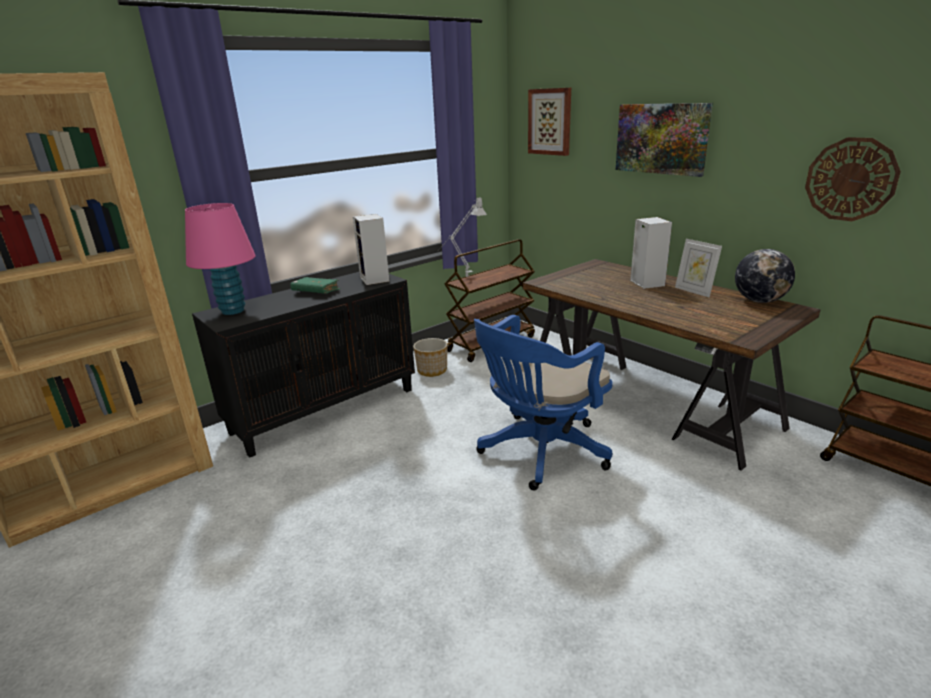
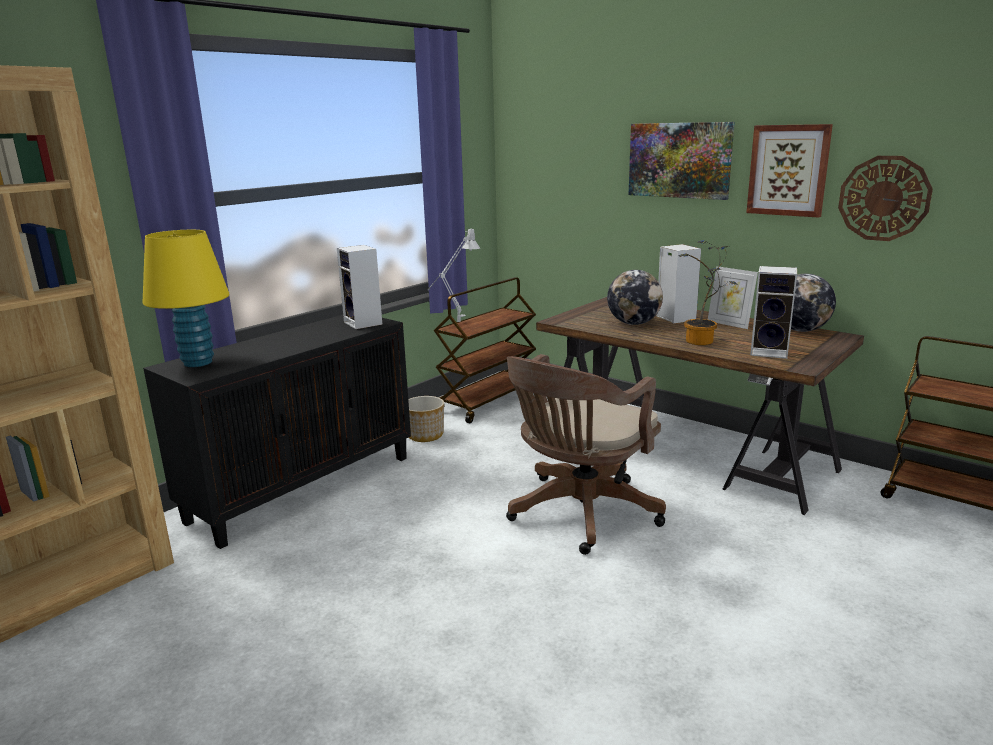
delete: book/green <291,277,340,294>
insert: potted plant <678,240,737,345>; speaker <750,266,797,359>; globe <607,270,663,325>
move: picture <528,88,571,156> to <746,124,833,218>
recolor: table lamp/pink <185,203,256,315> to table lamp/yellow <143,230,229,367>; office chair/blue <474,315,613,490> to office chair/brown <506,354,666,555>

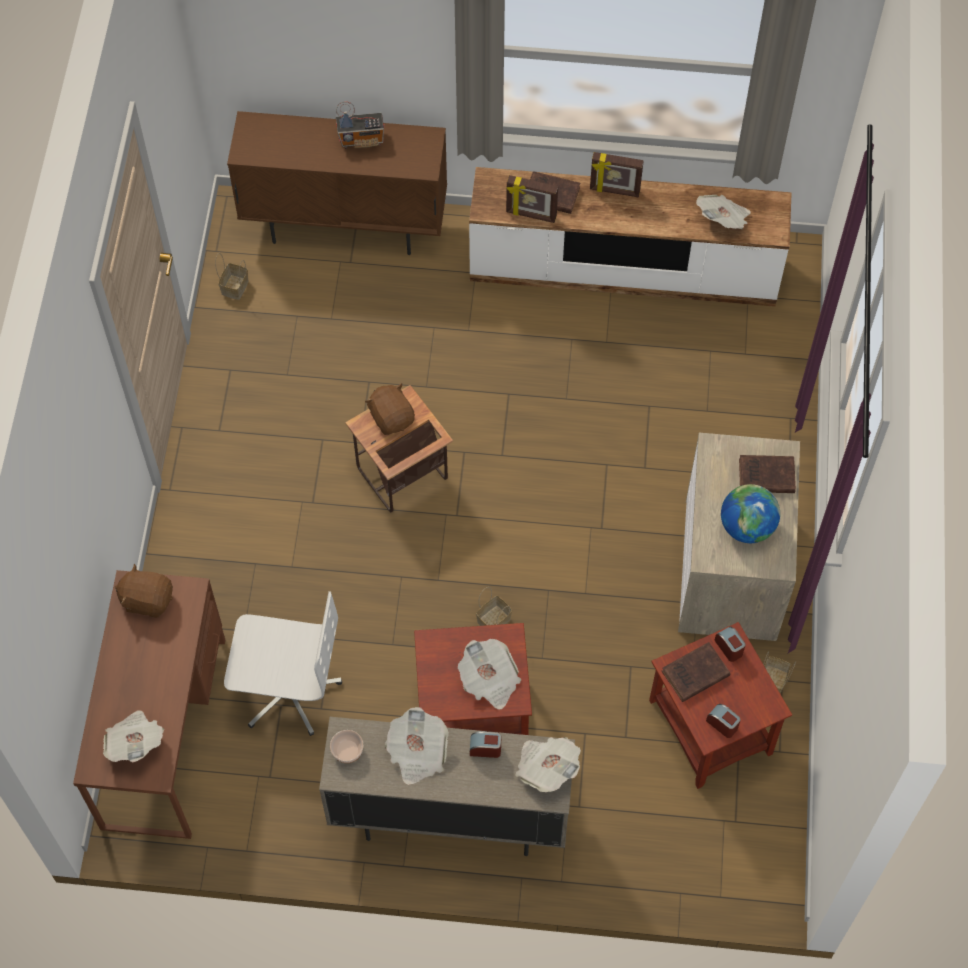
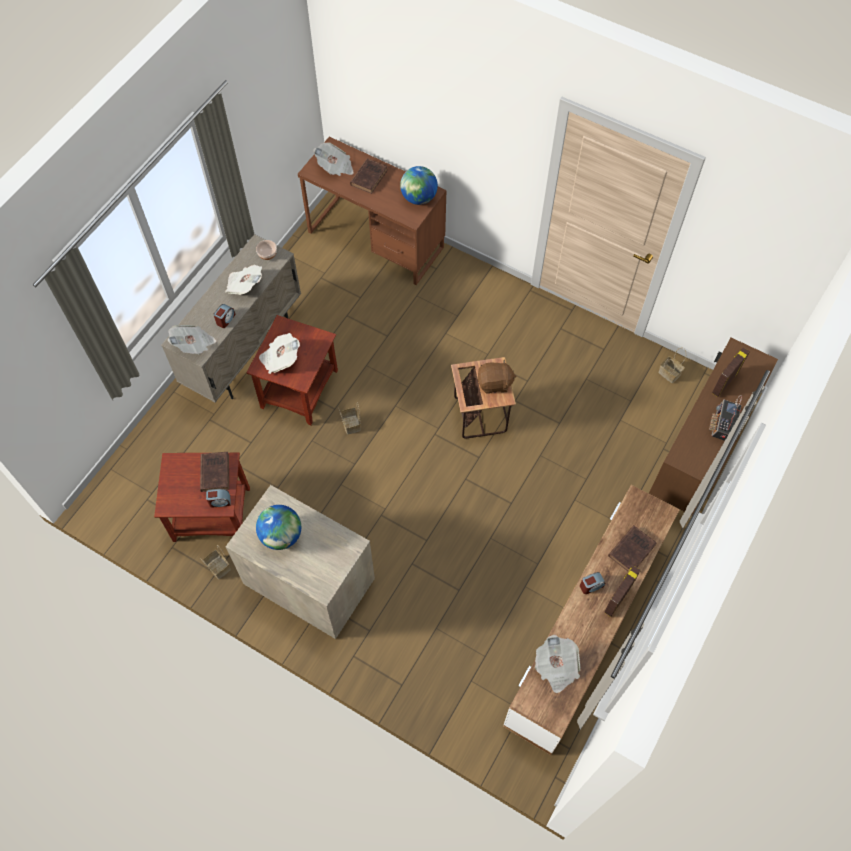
delete: office chair/white <224,591,342,736>
move: picture frame <506,175,558,223> to <712,348,750,397>; book/brown <739,455,796,493> to <350,158,388,194>; alarm clock <706,704,741,738> to <580,572,605,594>
replace: plush toy/brown <115,564,173,618> to globe <400,166,438,205>

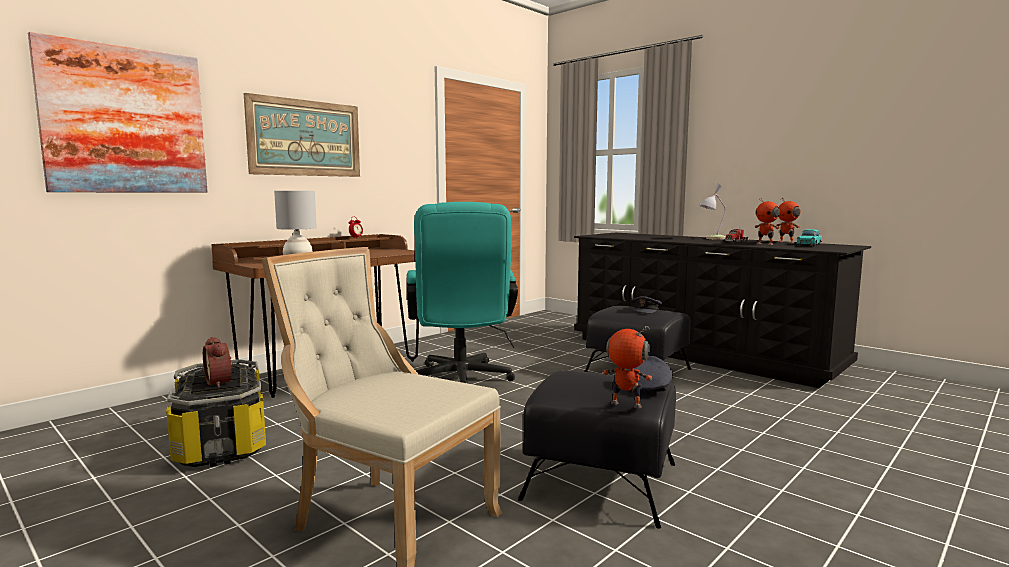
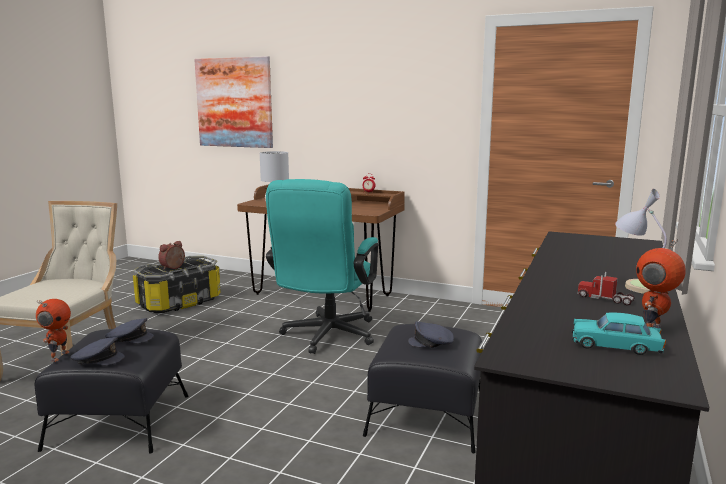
delete: picture <244,93,360,177>; toy robot <754,198,780,245>
insert: cap/grey <105,318,154,343>
rotate: office chair/turquoise <407,202,518,384> = <266,179,378,354> 45 degrees counterclockwise

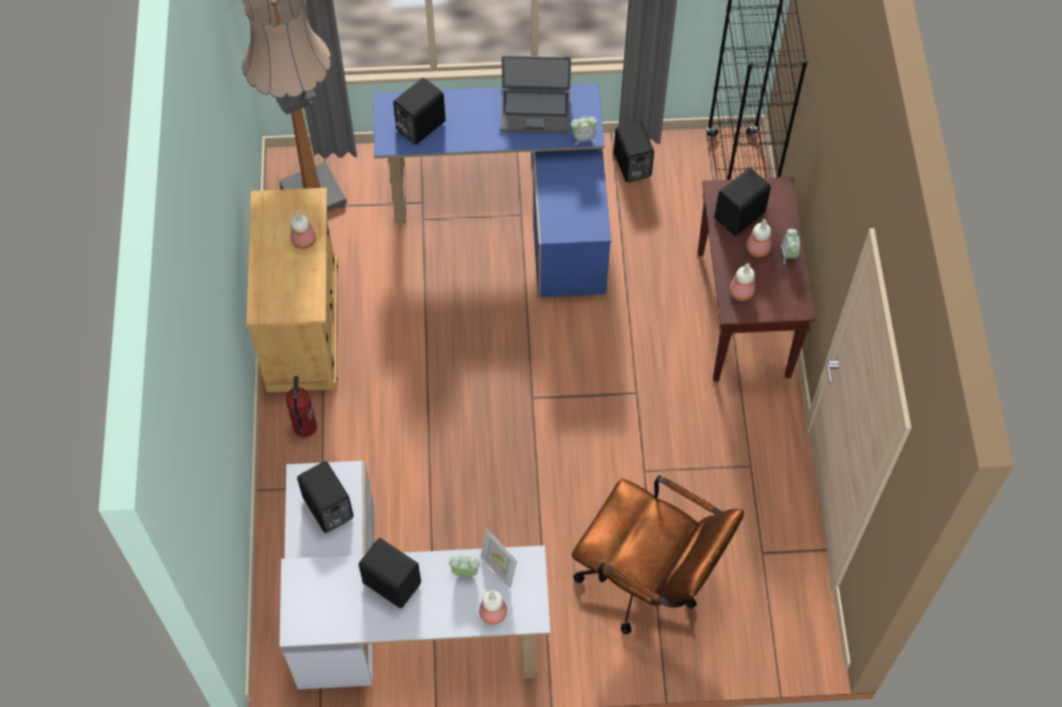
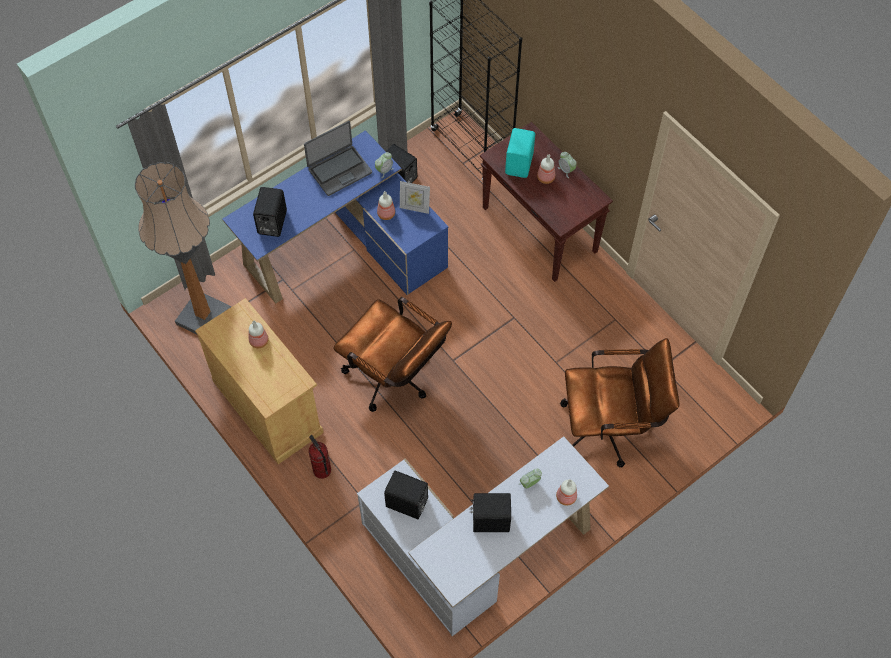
insert: office chair/brown <334,297,452,412>
move: bottle <730,263,755,301> to <377,191,395,220>; picture frame <481,529,517,588> to <400,181,430,214>
recolor: speaker/black <715,168,771,236> to speaker/turquoise <505,128,535,178>

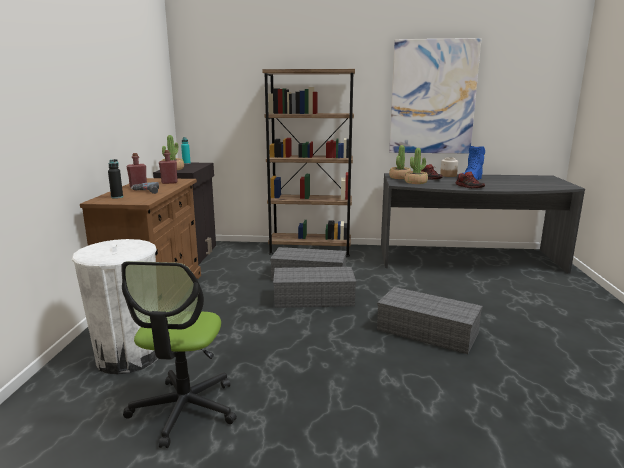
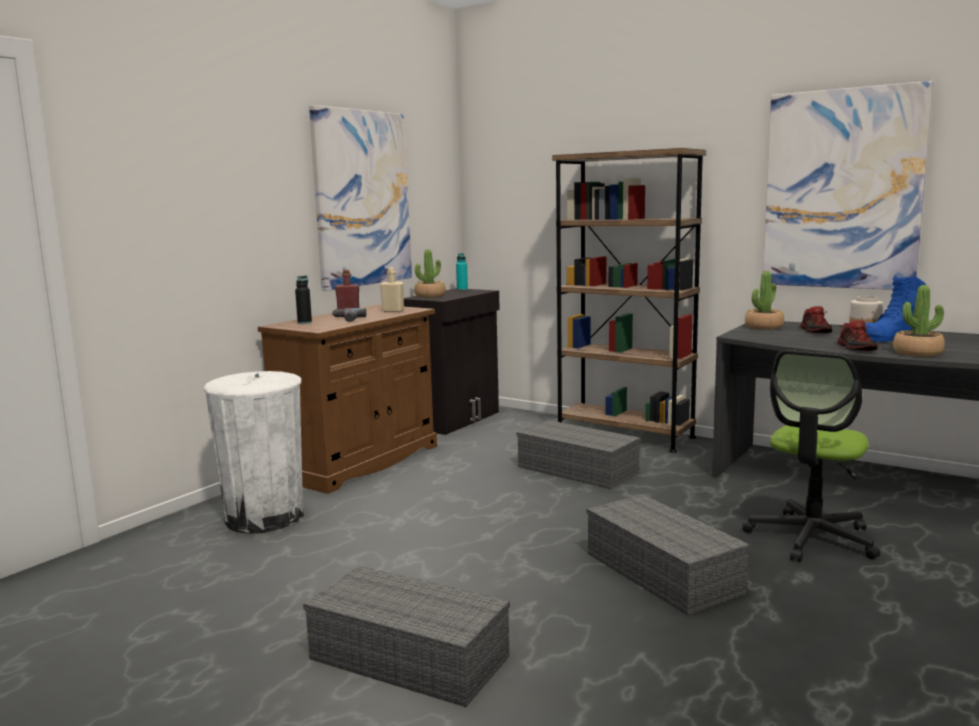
insert: picture <309,105,412,291>
move: potted plant <404,148,428,184> to <893,285,945,357>; office chair <121,261,237,448> to <742,350,880,562>; storage box/grey <273,267,356,308> to <303,566,510,707>
recolor: bottle/red <159,150,178,184> to bottle/beige <380,268,404,312>

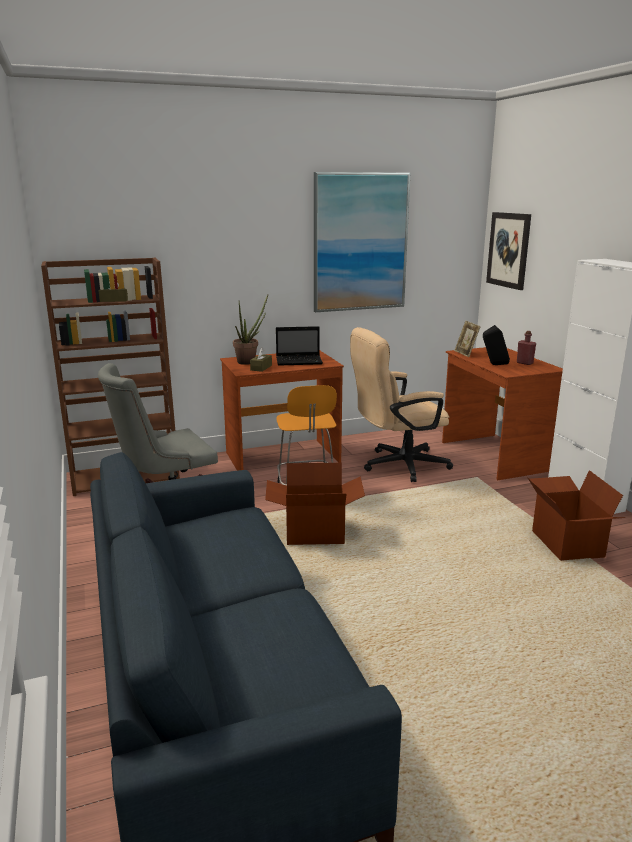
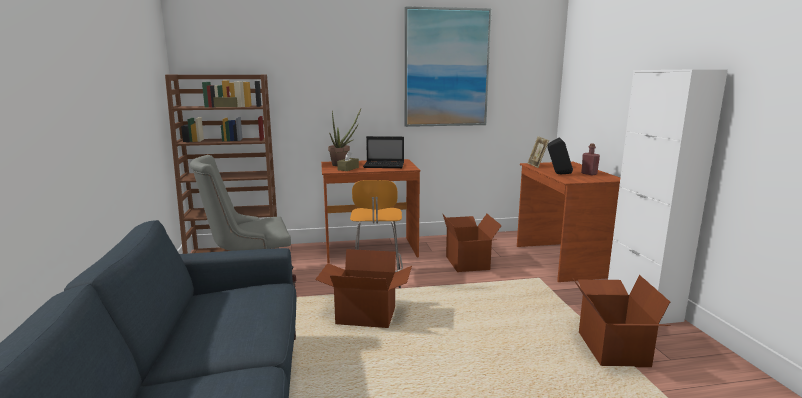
delete: picture <486,212,531,290>
replace: office chair/beige <350,327,453,482> to cardboard box <443,214,502,272>

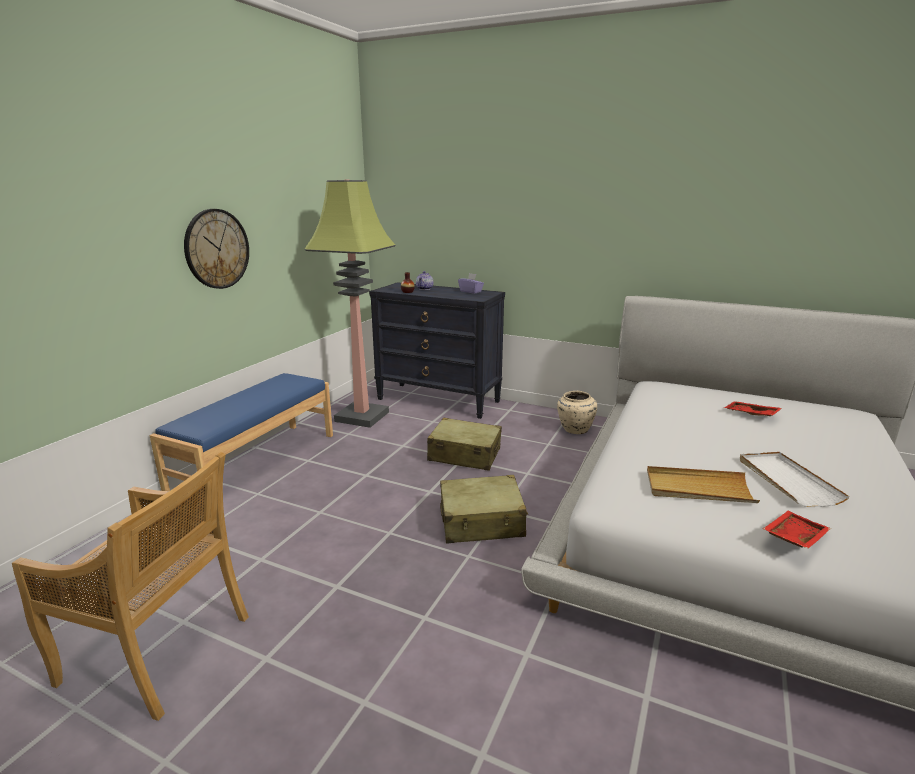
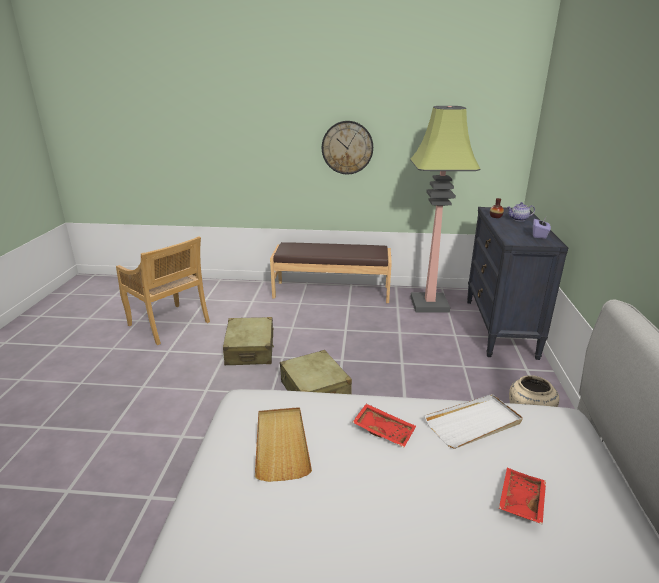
move: suitcase/beige <427,417,502,471> to <223,317,274,365>; tray/white <740,452,850,507> to <424,394,523,449>; tray/red <763,511,831,549> to <352,403,416,447>
recolor: bench/blue <149,373,333,491> to bench/brown <270,242,392,303>
rotate: chair/beige <12,452,249,721> = <116,236,210,345> 45 degrees counterclockwise

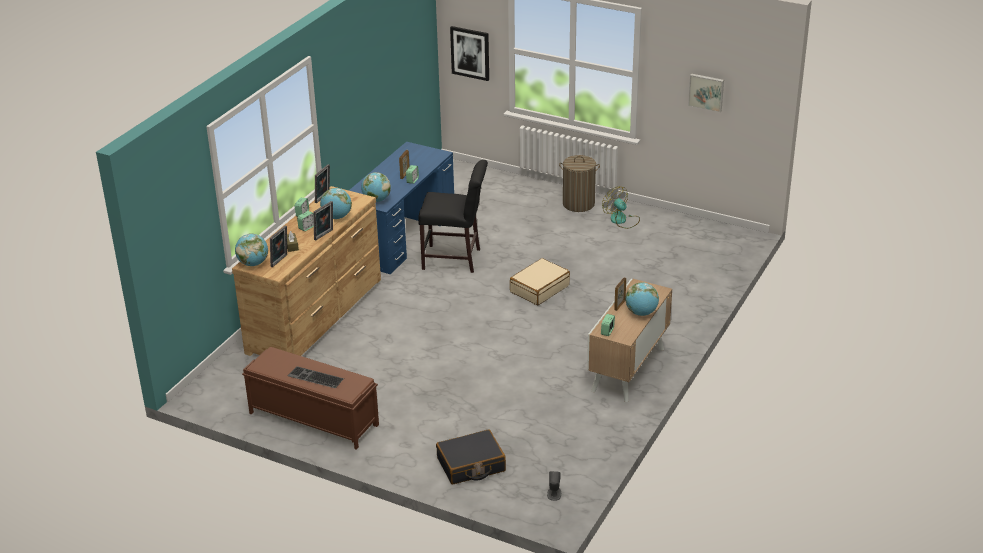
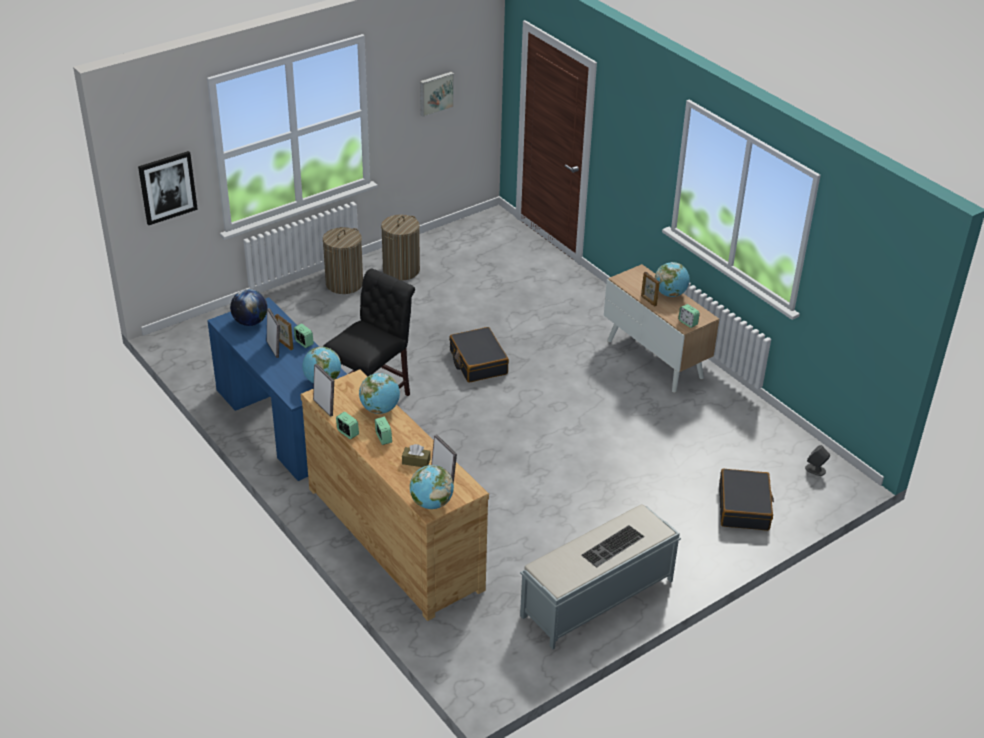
insert: globe <230,289,268,326>
move: picture frame <313,201,333,241> to <267,308,280,358>
replace: fan <602,186,640,229> to laundry basket <381,215,420,281>
recolor: suitcase/beige <510,258,570,305> to suitcase/black <449,327,509,383>; bench/brown <242,347,379,450> to bench/grey <520,504,681,649>

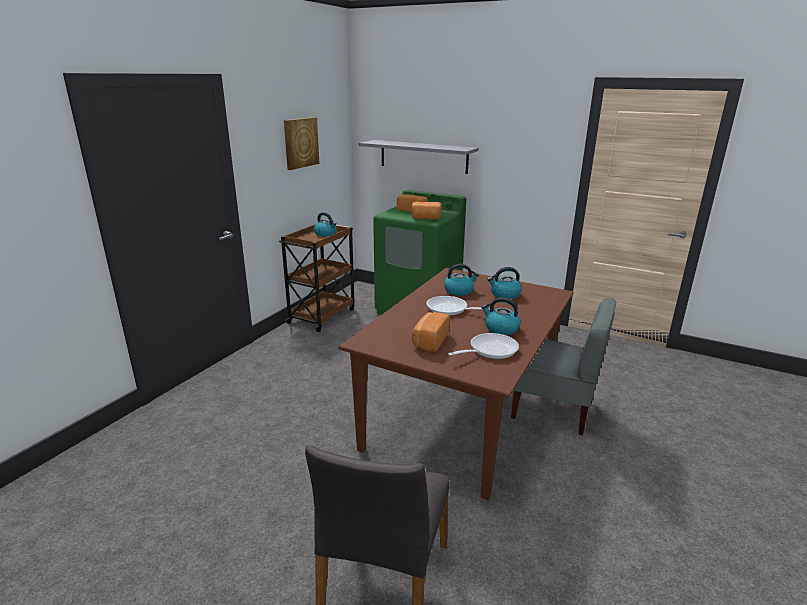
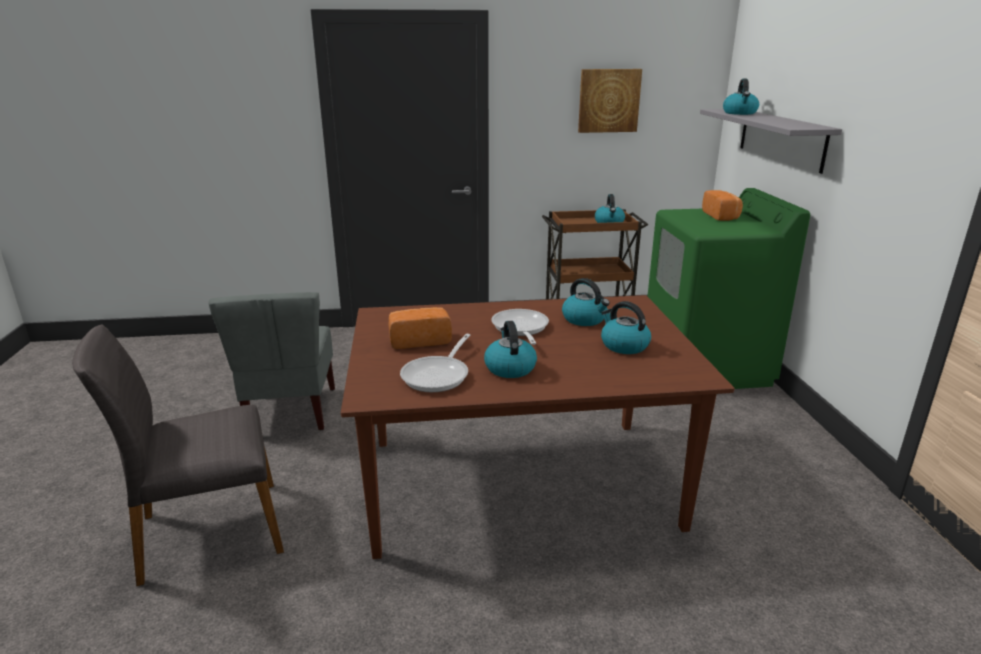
delete: bread <411,201,442,220>
insert: kettle <723,79,759,115>
move: chair/grey <511,298,616,435> to <208,292,335,430>
rotate: frying pan <448,333,519,359> = <400,334,470,392> 90 degrees clockwise

